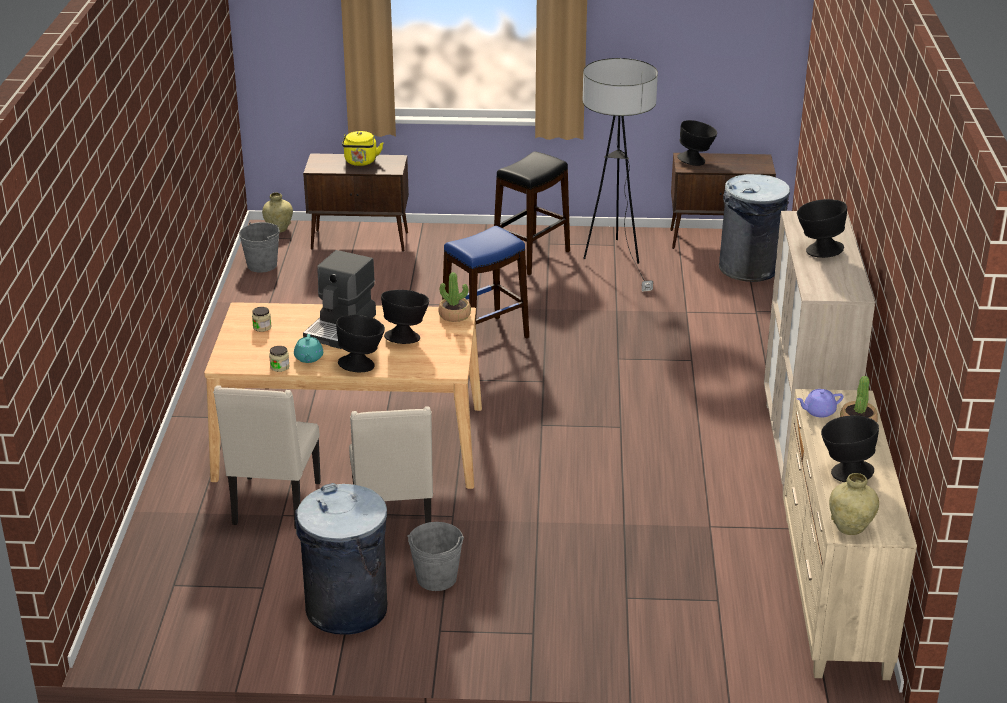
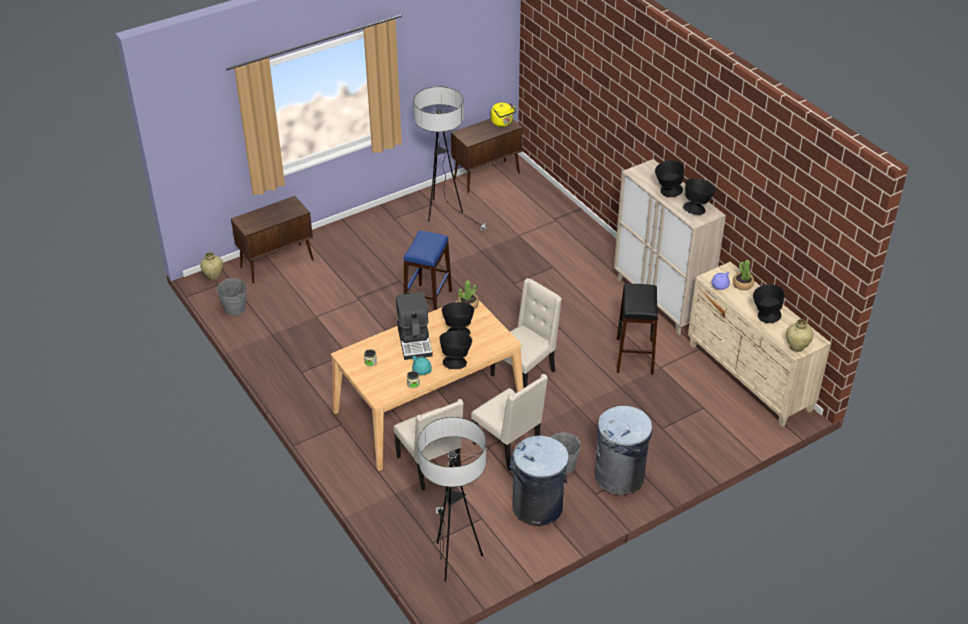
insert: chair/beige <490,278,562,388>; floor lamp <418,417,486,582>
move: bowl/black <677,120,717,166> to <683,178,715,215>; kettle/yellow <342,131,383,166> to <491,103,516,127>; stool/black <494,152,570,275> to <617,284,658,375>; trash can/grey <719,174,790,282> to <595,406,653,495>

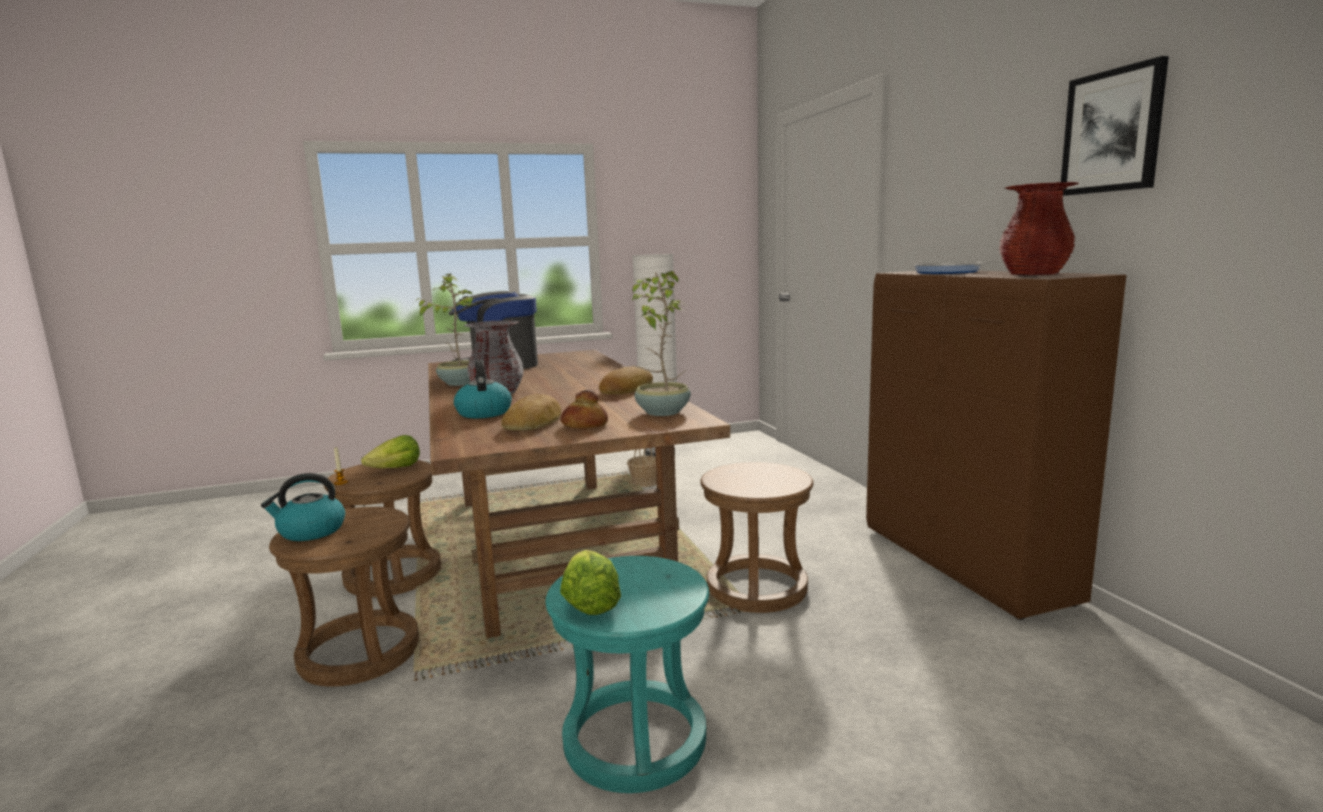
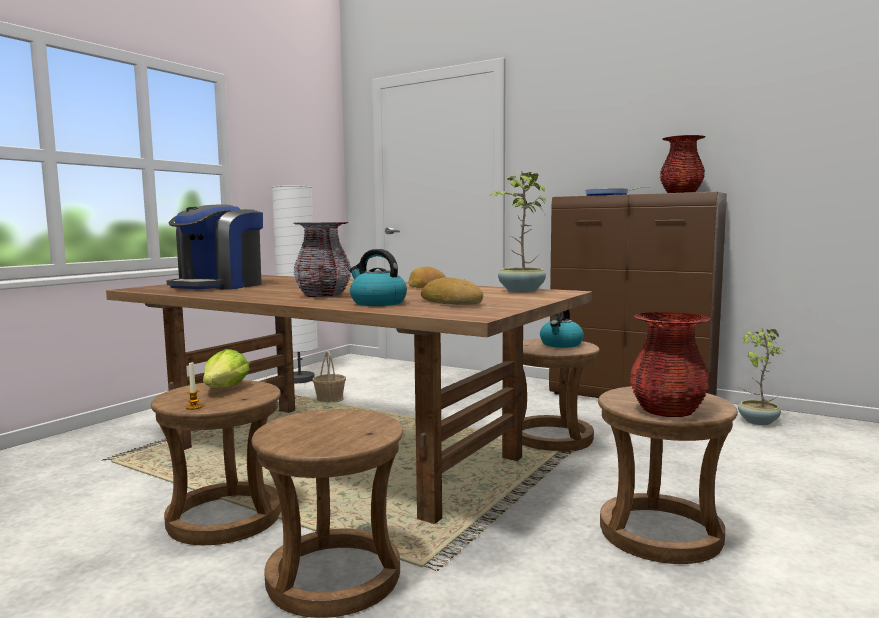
delete: picture <1061,56,1169,196>; bread <560,390,608,428>
move: potted plant <415,274,476,386> to <738,328,785,425>; kettle <261,473,345,541> to <540,310,584,348>
replace: lettuce <560,550,621,615> to vase/red <630,312,711,417>
recolor: stool/turquoise <546,556,709,793> to stool/brown <598,386,738,564>

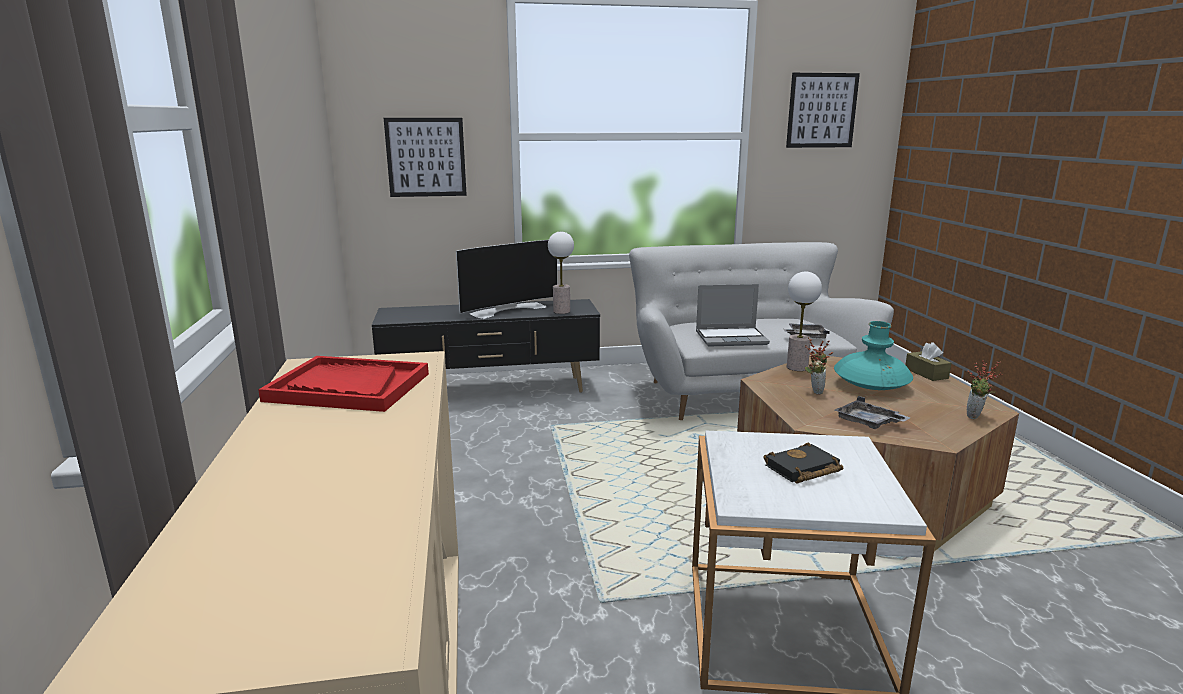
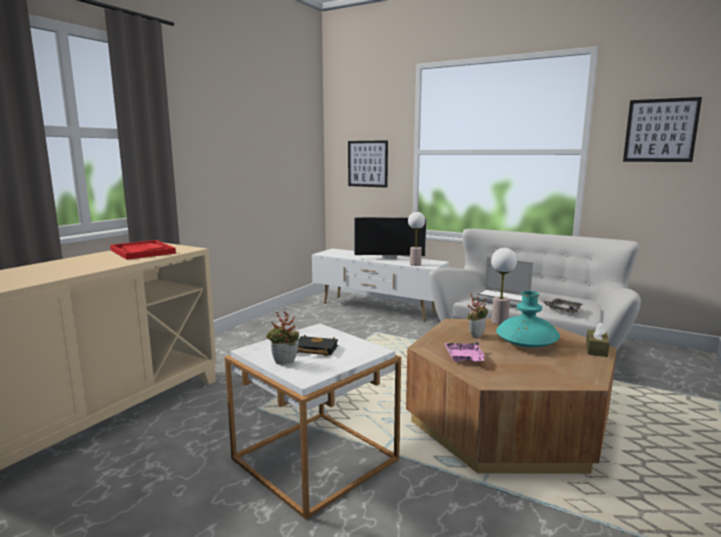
move: potted plant <967,360,1002,419> to <266,311,299,365>
recolor: tv stand/black <372,299,600,393> to tv stand/white <312,248,449,322>; tray/grey <835,396,911,429> to tray/pink <444,341,485,362>

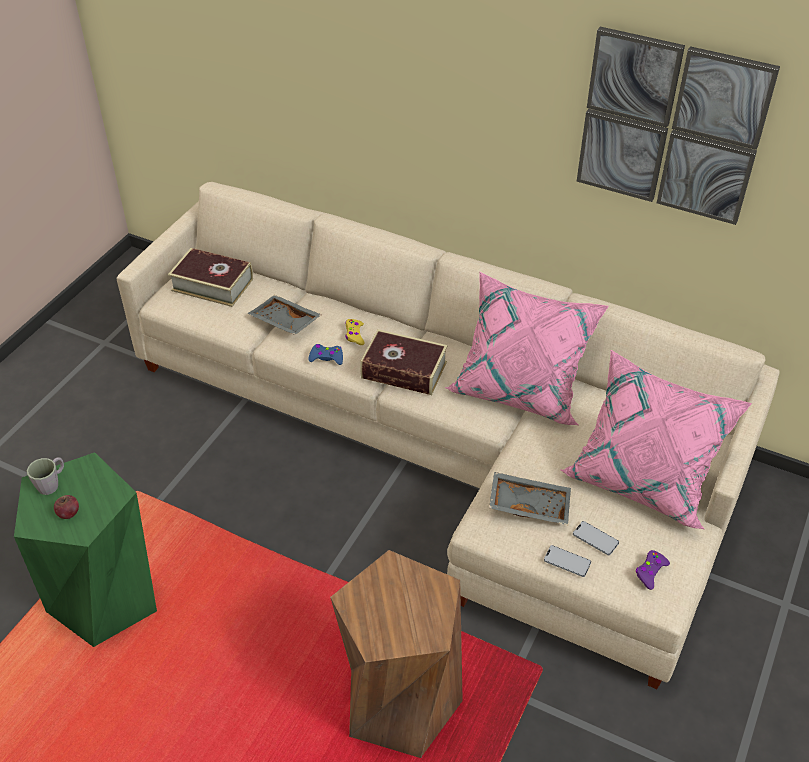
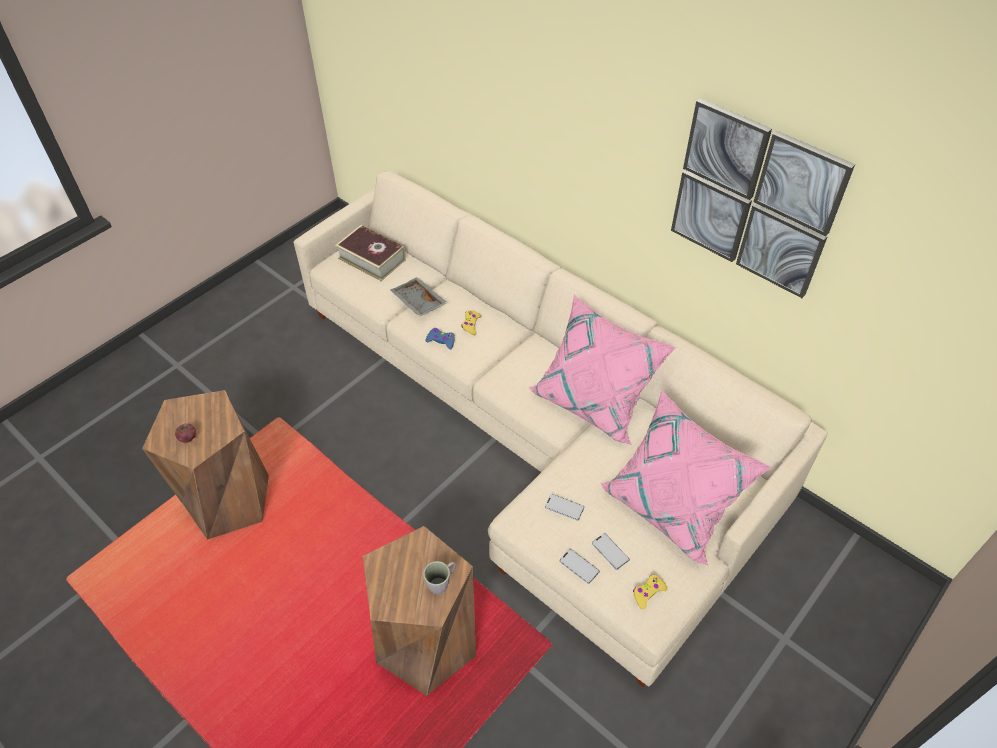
delete: book <360,329,448,395>
move: mug/grey <27,457,64,495> to <423,561,456,594>
replace: tray/grey <489,472,571,525> to phone <545,494,584,521>
recolor: stool/green <14,452,157,647> to stool/brown <142,390,269,540>; game controller/purple <636,550,670,590> to game controller/yellow <633,574,668,610>

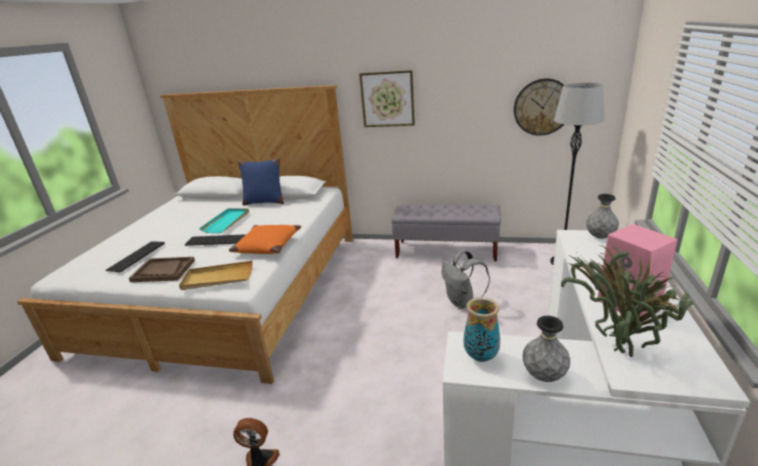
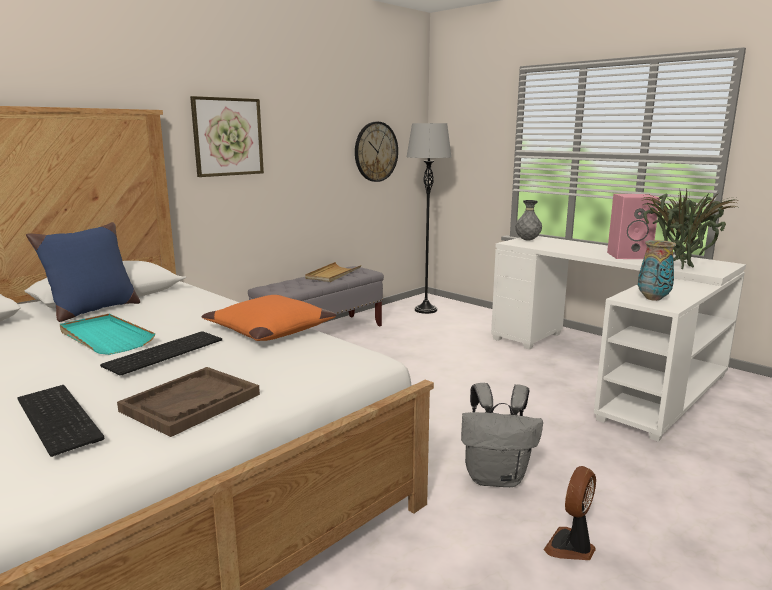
delete: vase/grey <523,316,570,382>
move: backpack/grey <442,250,490,309> to <461,383,543,487>; tray/beige <179,261,253,290> to <305,262,362,282>

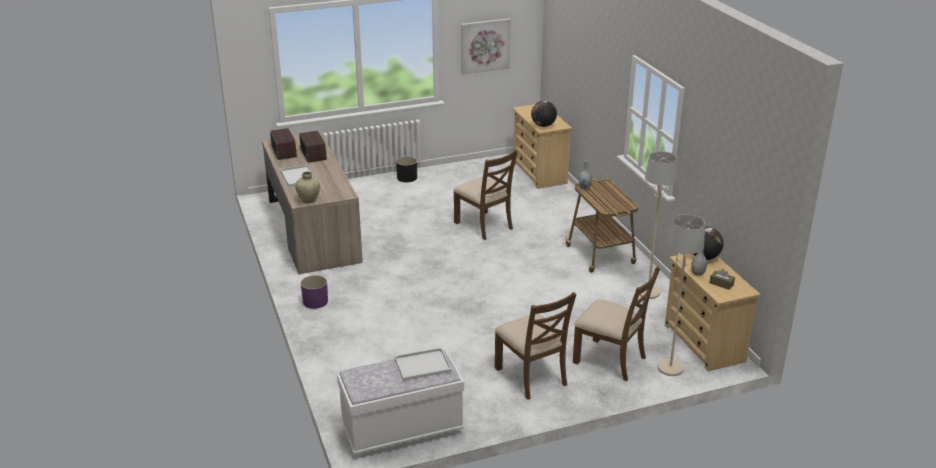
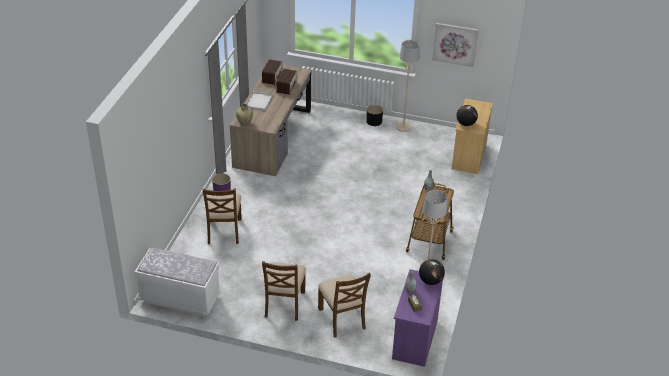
delete: tray/white <394,348,451,381>
move: chair/brown <454,150,518,240> to <203,189,242,244>; floor lamp/beige <658,214,705,376> to <396,40,419,132>
recolor: dresser/beige <665,254,761,371> to dresser/purple <392,269,444,367>

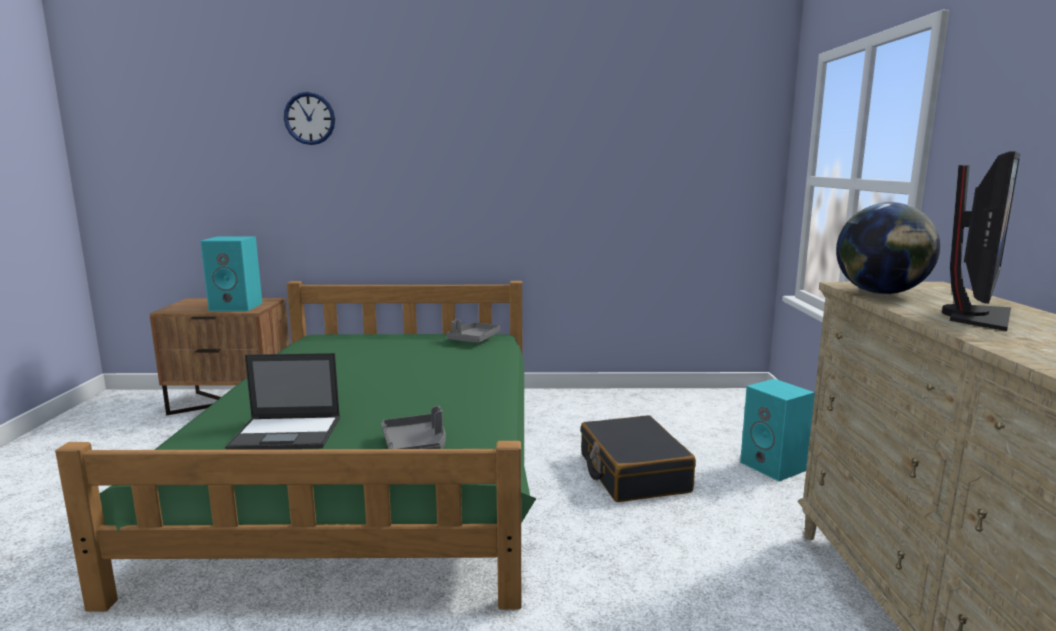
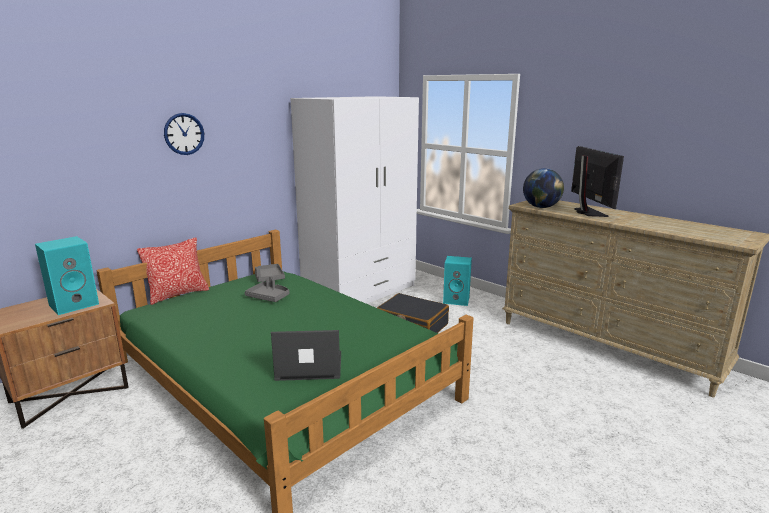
insert: wardrobe/white <290,96,419,304>; pillow <137,237,209,305>
move: wall clock <284,92,335,145> to <164,113,204,155>; tray/grey <381,406,446,449> to <245,276,290,302>
rotate: laptop <225,353,340,450> = <271,330,341,381> 135 degrees counterclockwise

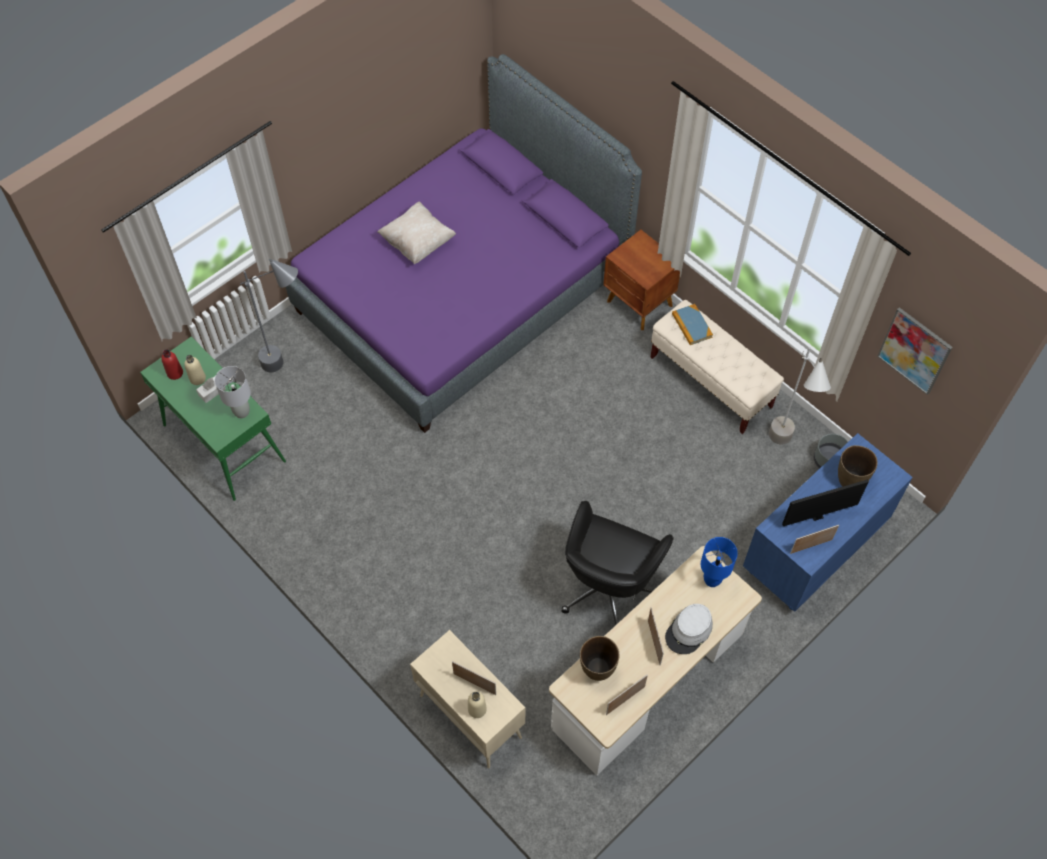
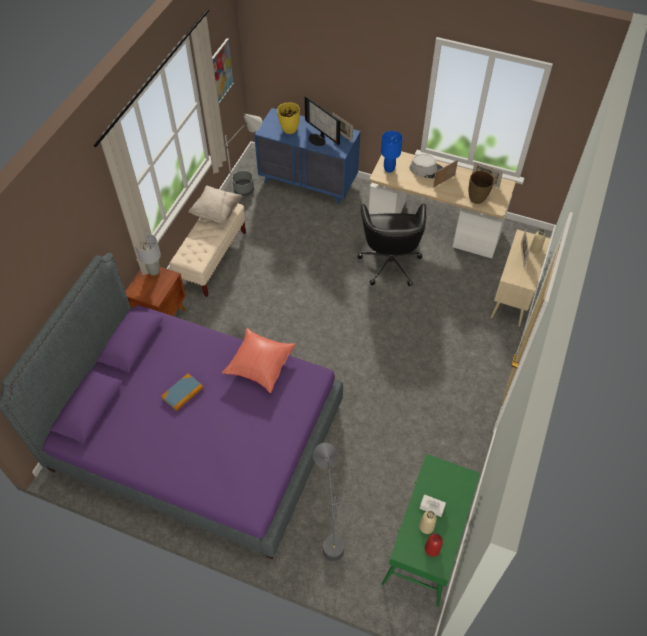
insert: pillow/red <222,328,296,393>
move: pillow/beige <377,201,456,264> to <188,186,242,224>; book <672,304,713,345> to <161,373,203,411>; table lamp/grey <215,366,251,418> to <135,234,161,276>
recolor: vase/brown <838,445,878,487> to vase/yellow <277,103,300,134>
rotate: office chair/black <561,501,674,625> = <358,204,427,286> 90 degrees clockwise

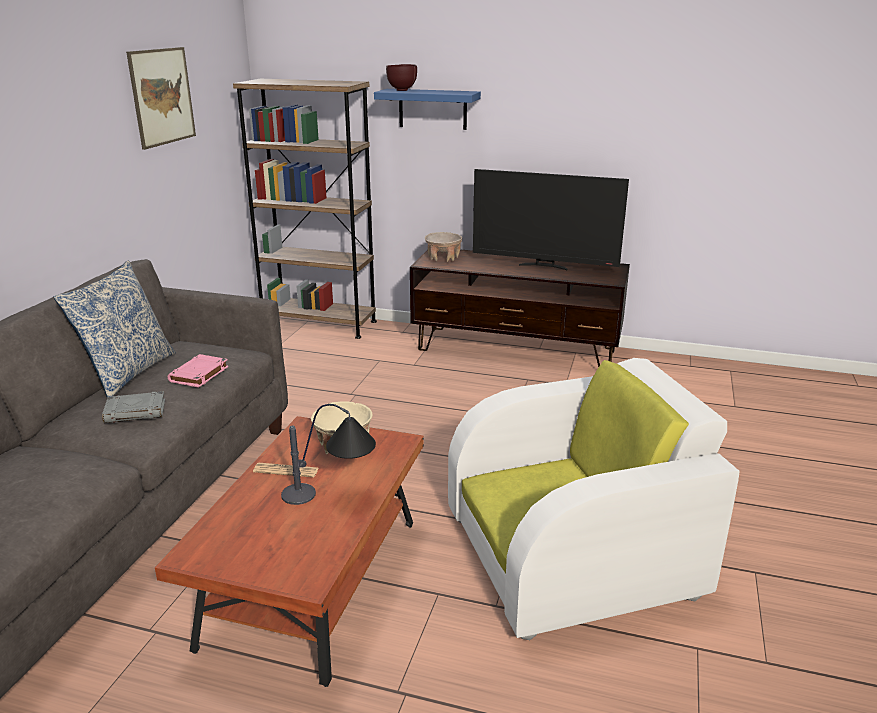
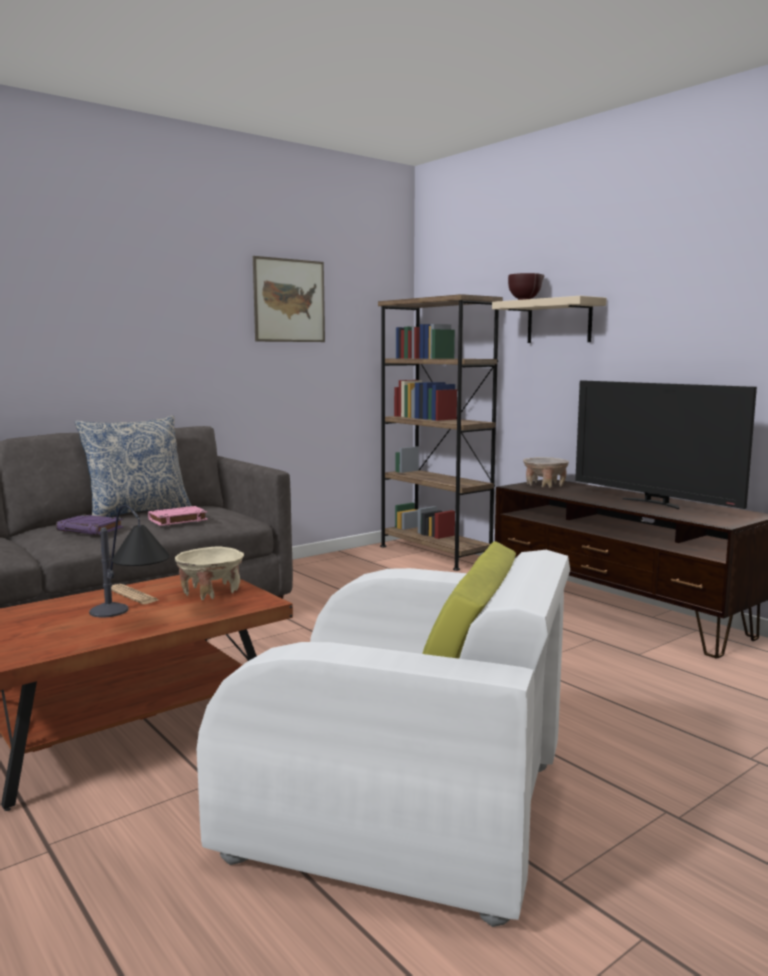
recolor: shelf/blue <374,89,481,130> to shelf/beige <492,296,607,343>; book/grey <102,391,165,423> to book/purple <56,515,123,535>

